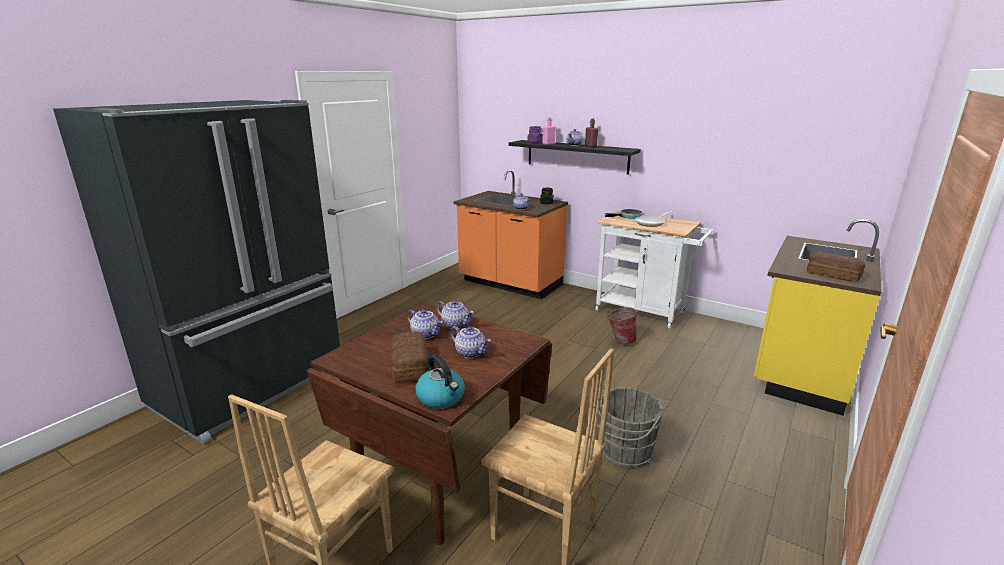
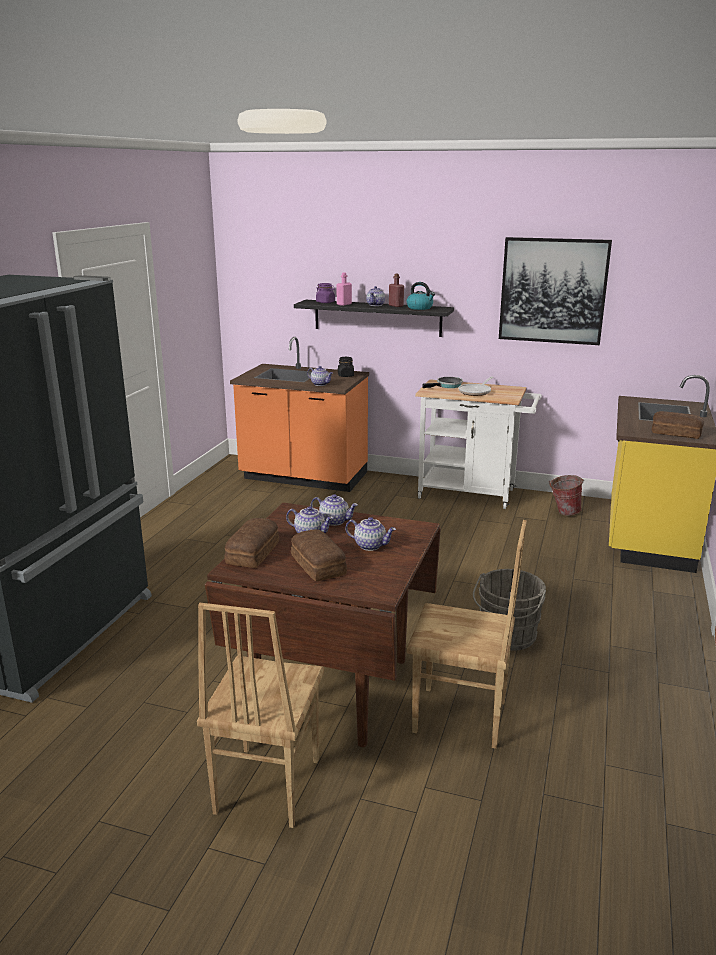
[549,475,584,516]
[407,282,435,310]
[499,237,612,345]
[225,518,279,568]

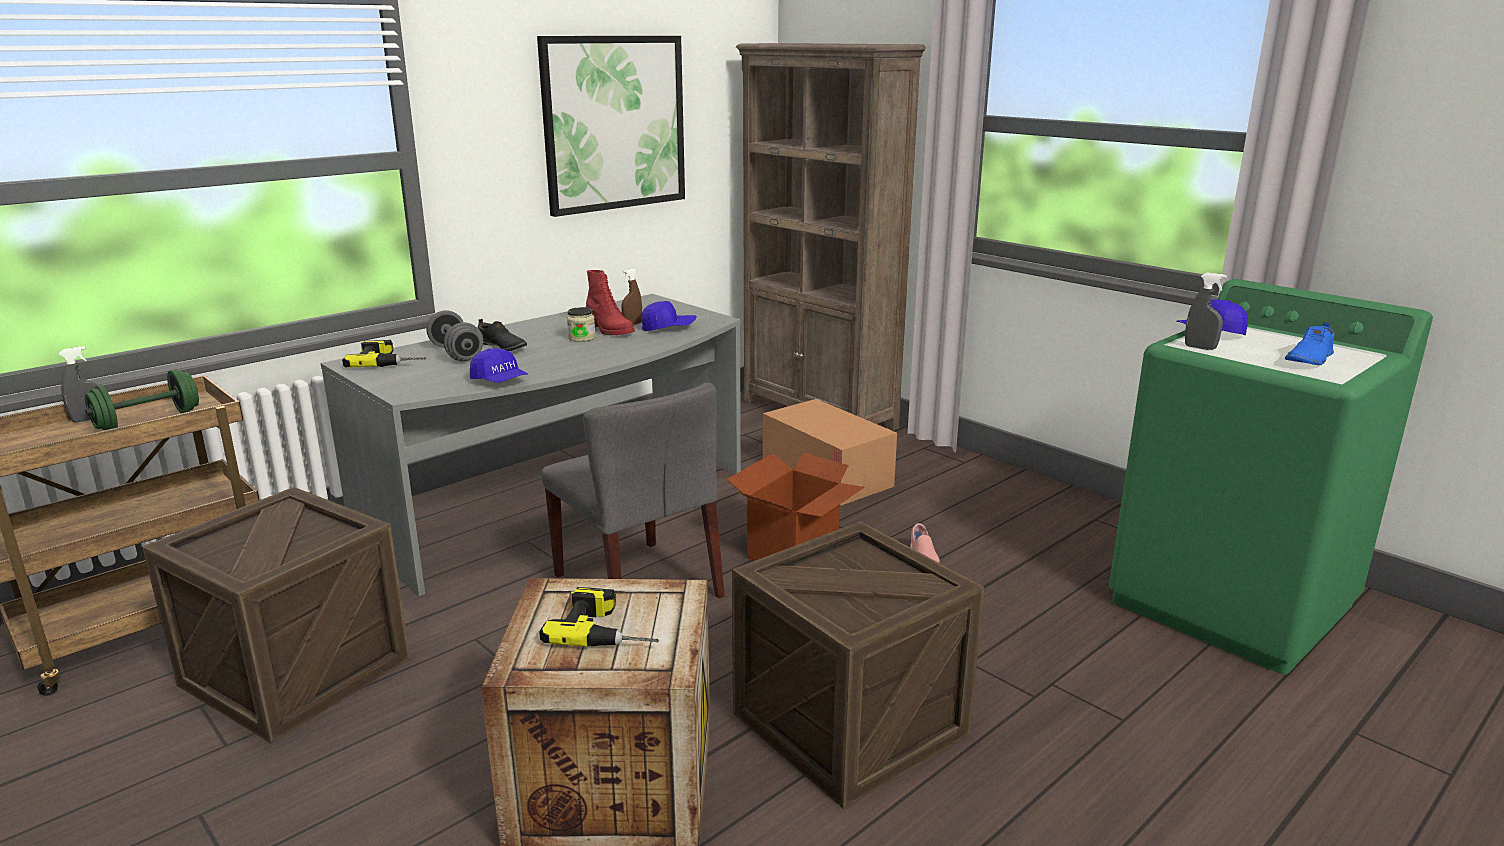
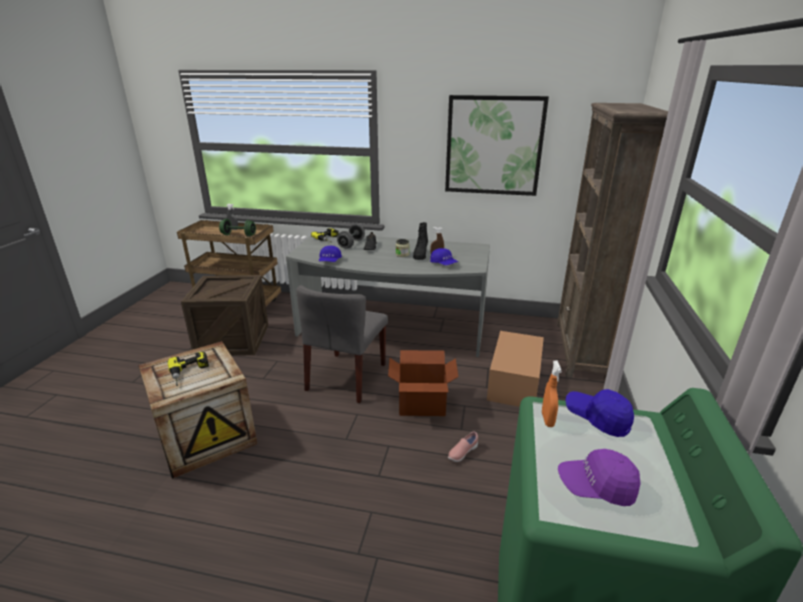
[413,222,428,260]
[542,361,562,427]
[558,449,641,506]
[732,521,984,809] (first image)

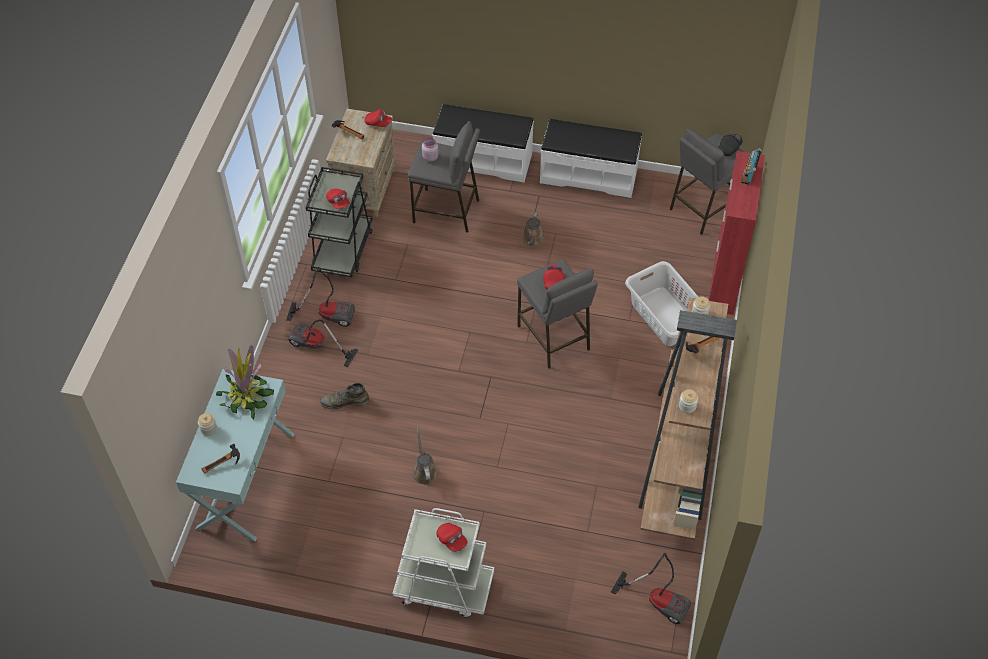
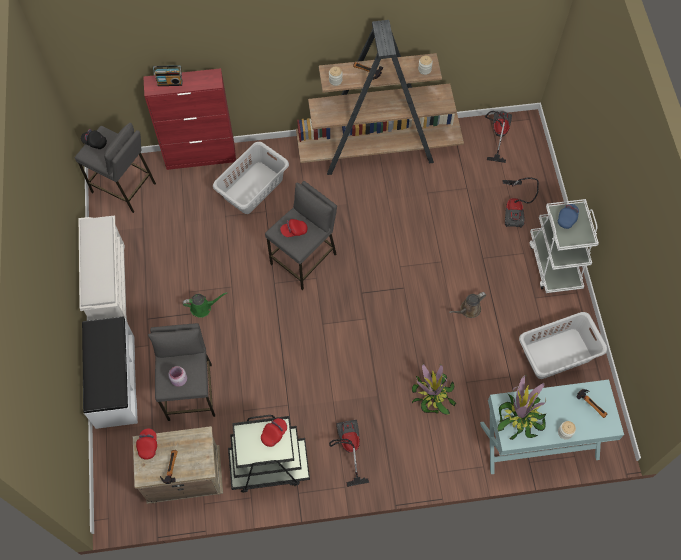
[79,215,128,323]
[183,292,227,318]
[502,177,539,228]
[412,364,456,415]
[558,204,579,229]
[519,312,607,379]

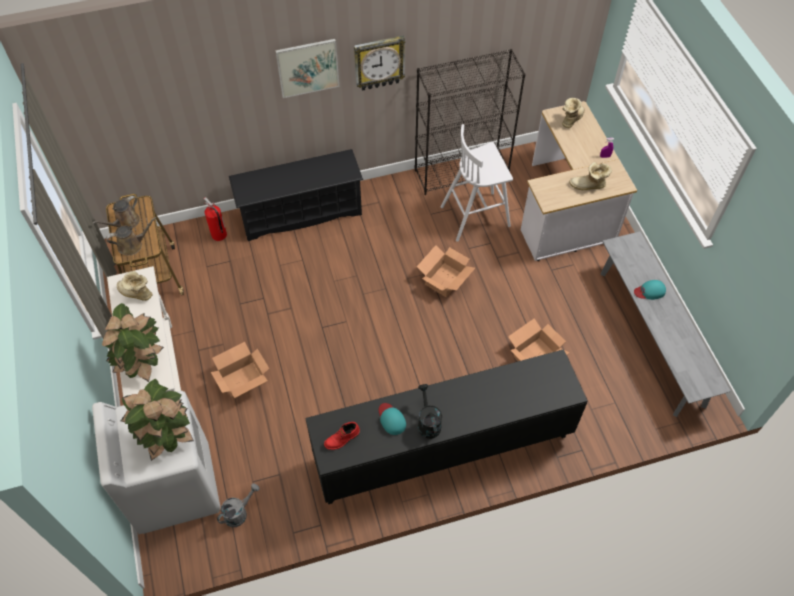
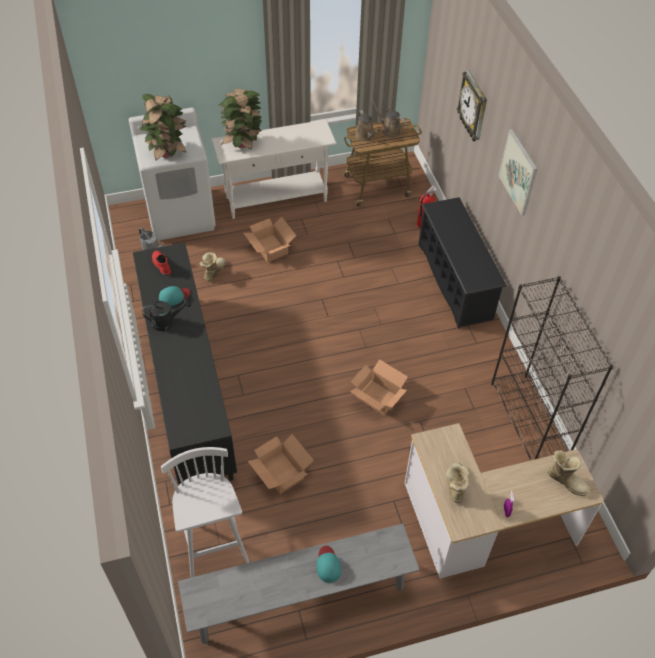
[457,70,487,141]
[161,447,250,578]
[200,252,226,281]

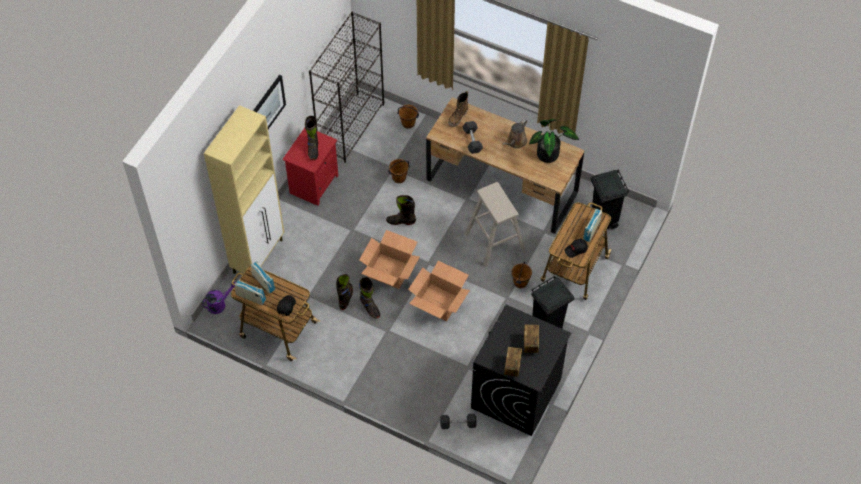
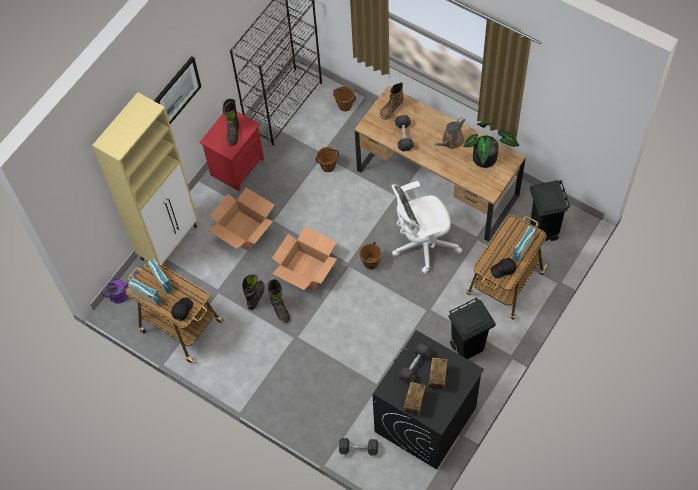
[392,181,462,274]
[386,195,416,225] (first image)
[208,188,274,251]
[360,242,381,269]
[397,343,432,383]

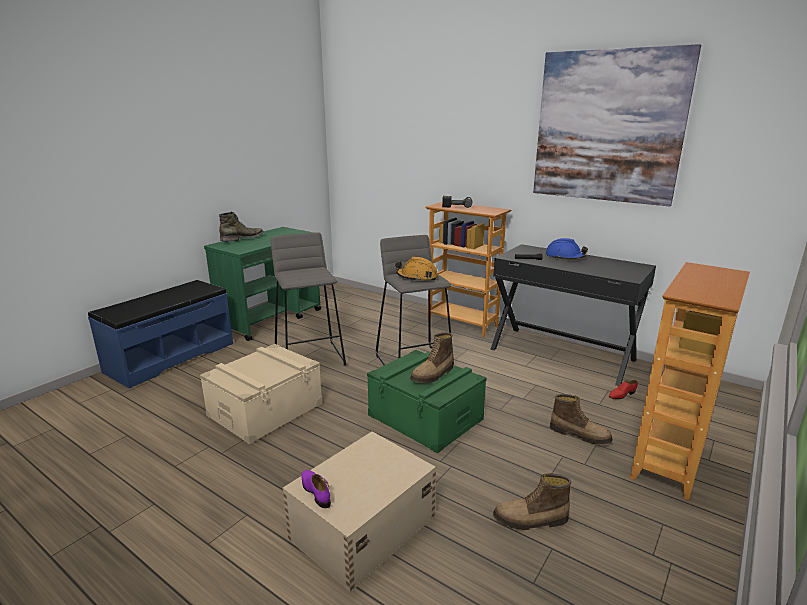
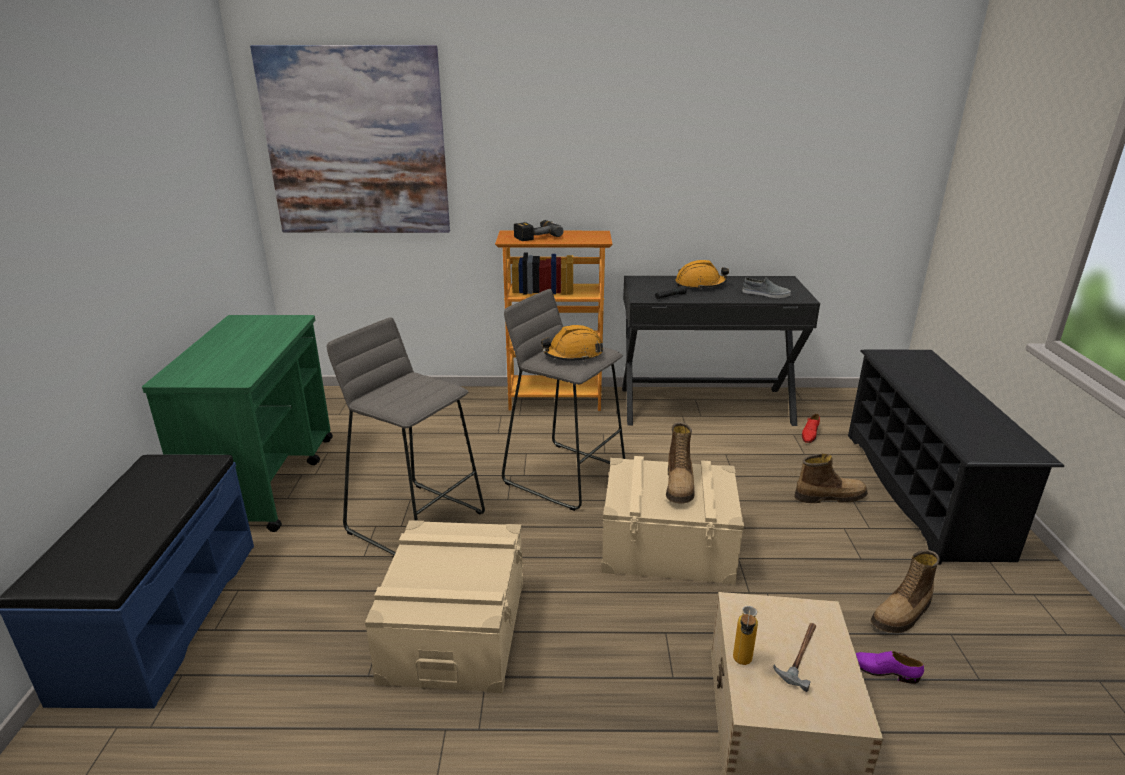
[250,45,450,233]
[219,211,264,241] (first image)
[676,260,729,290]
[848,349,1064,564]
[601,456,744,585]
[856,651,924,684]
[742,277,791,298]
[733,606,758,665]
[773,623,816,692]

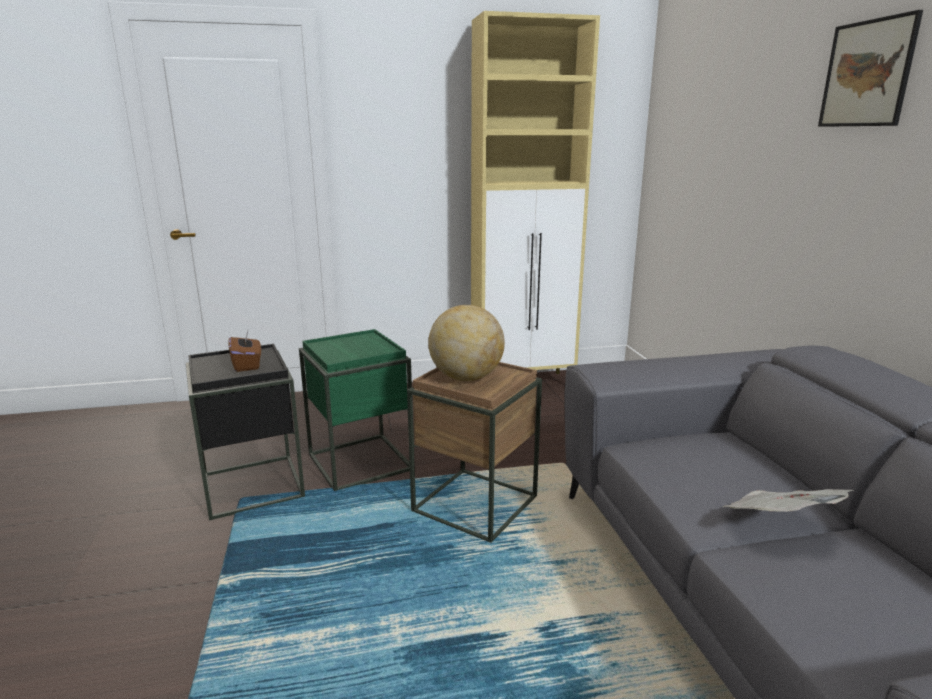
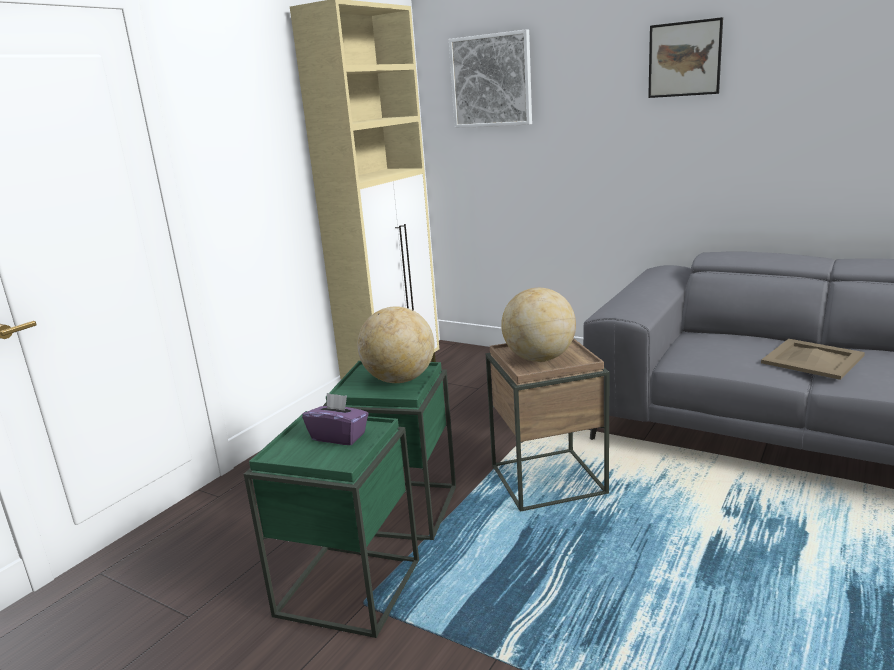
[302,393,369,445]
[244,411,419,638]
[761,339,865,380]
[449,29,532,128]
[357,306,434,383]

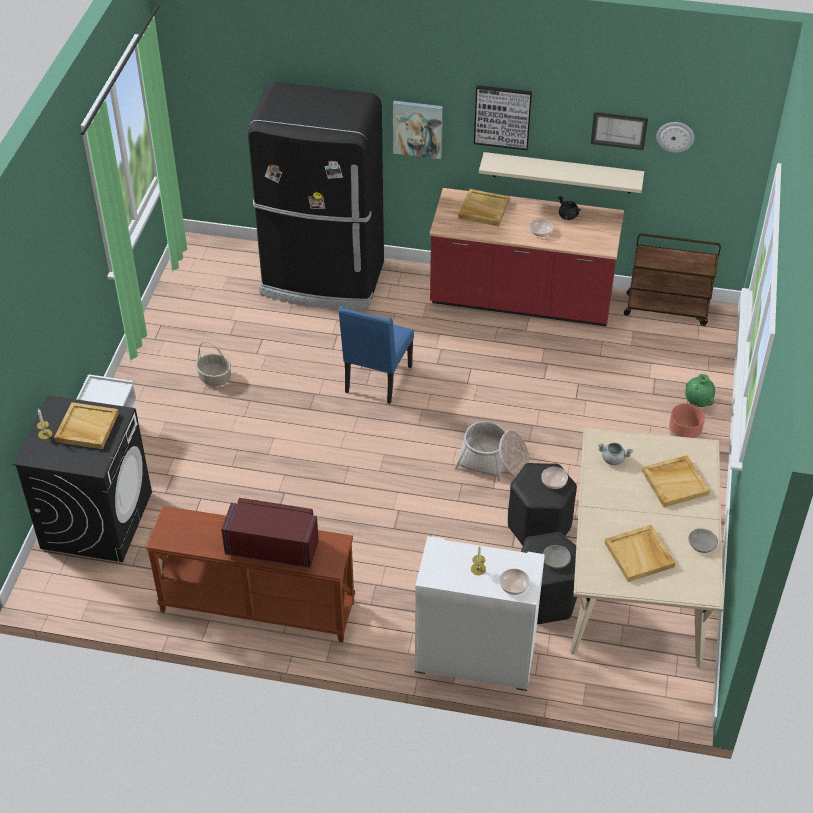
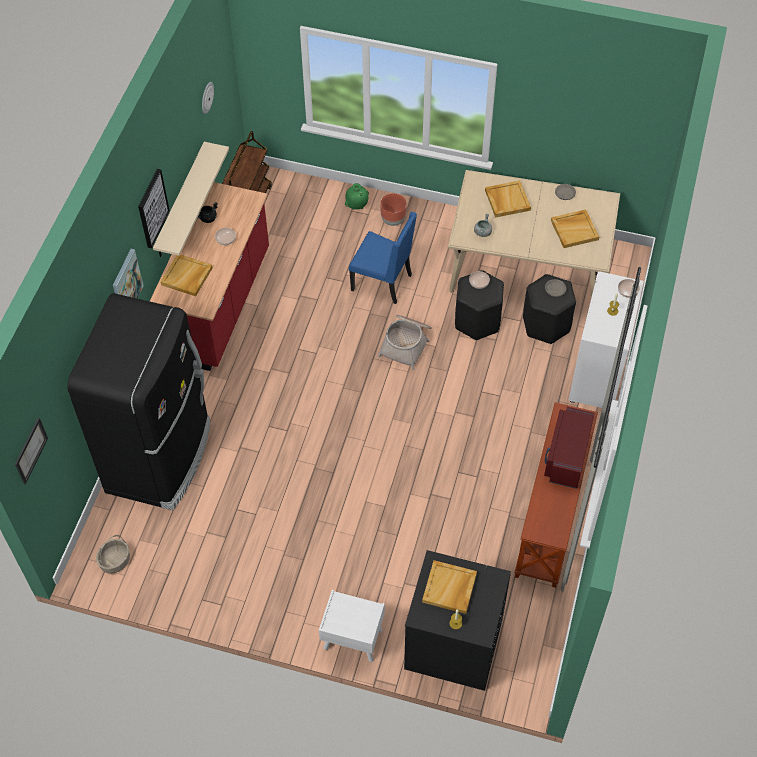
[15,418,48,485]
[349,212,417,304]
[96,535,130,574]

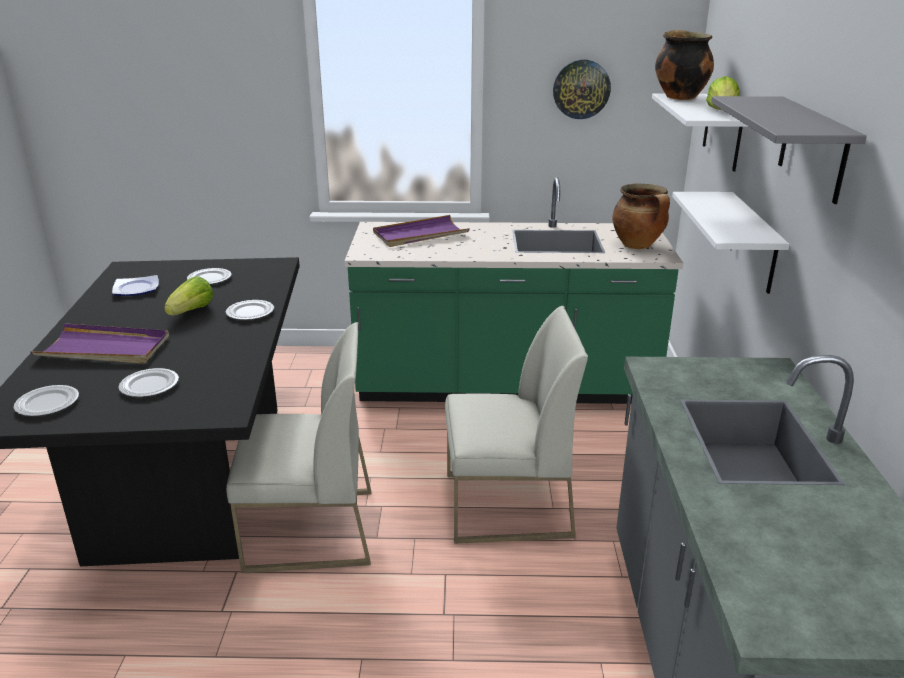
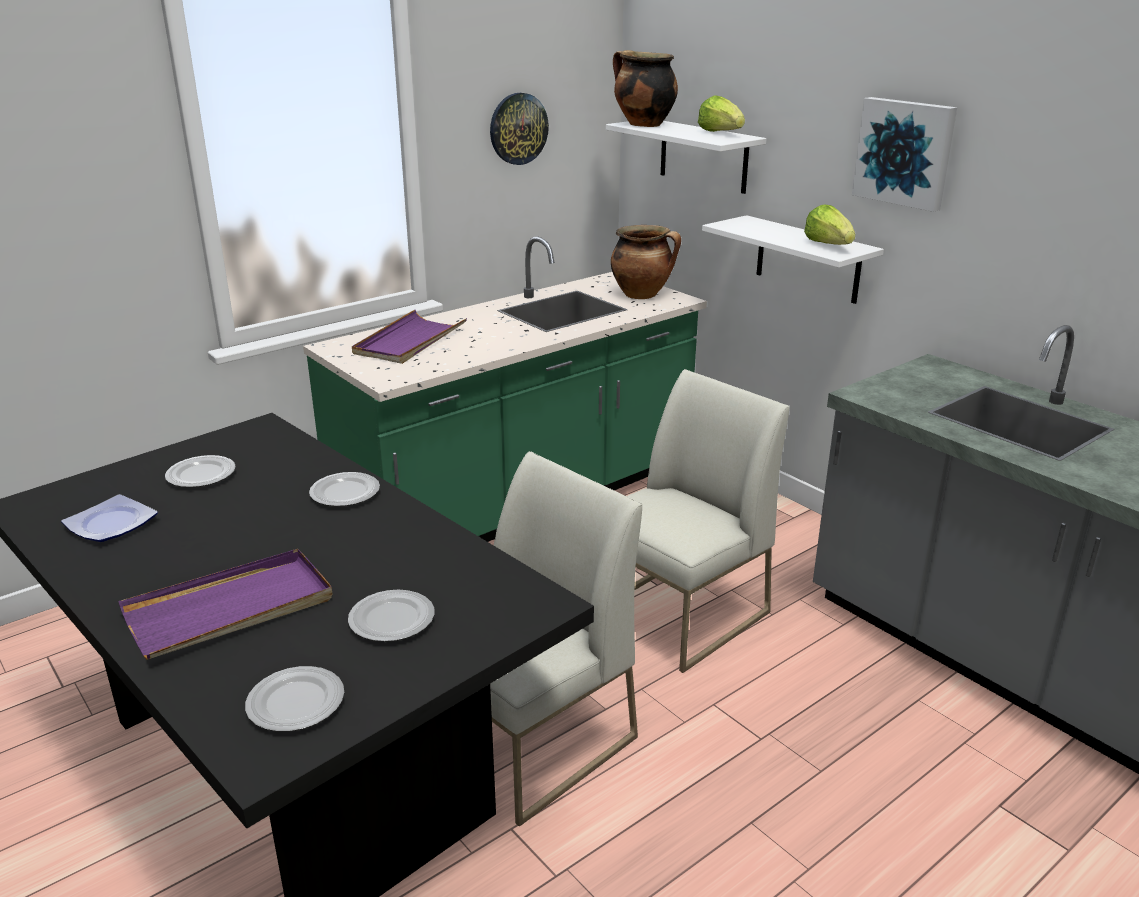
[852,97,957,212]
[804,204,855,245]

